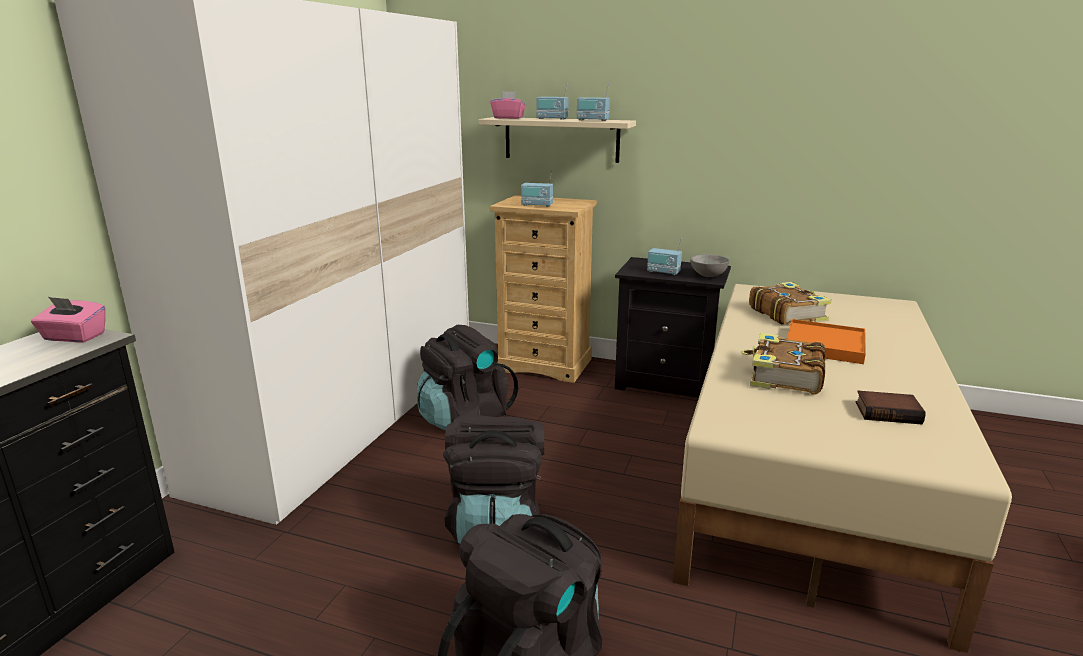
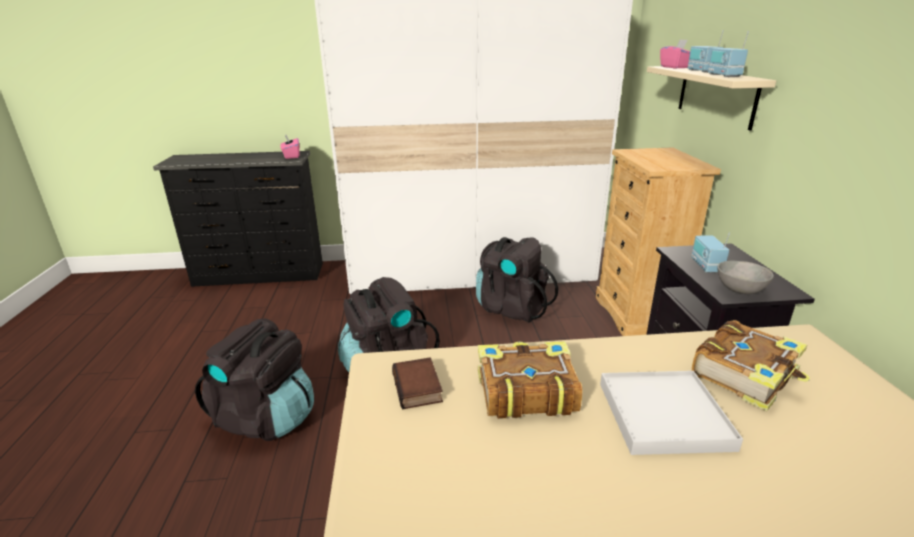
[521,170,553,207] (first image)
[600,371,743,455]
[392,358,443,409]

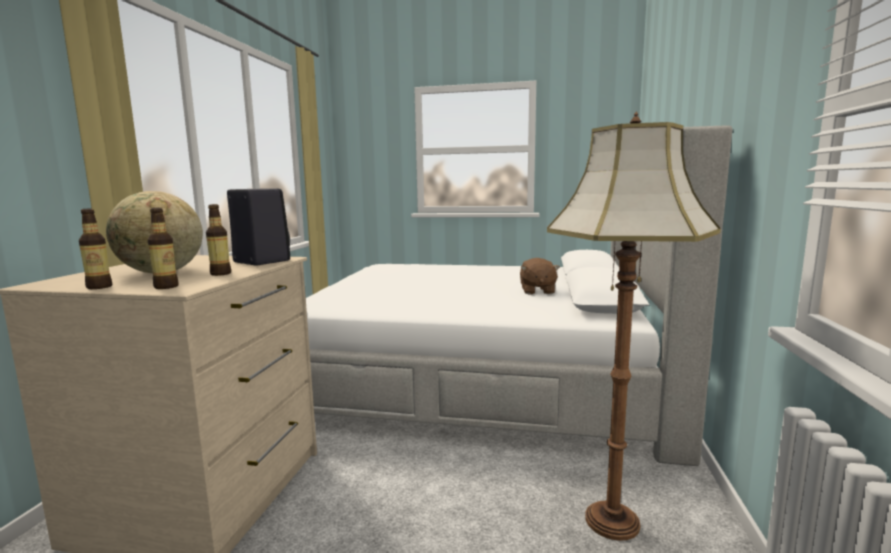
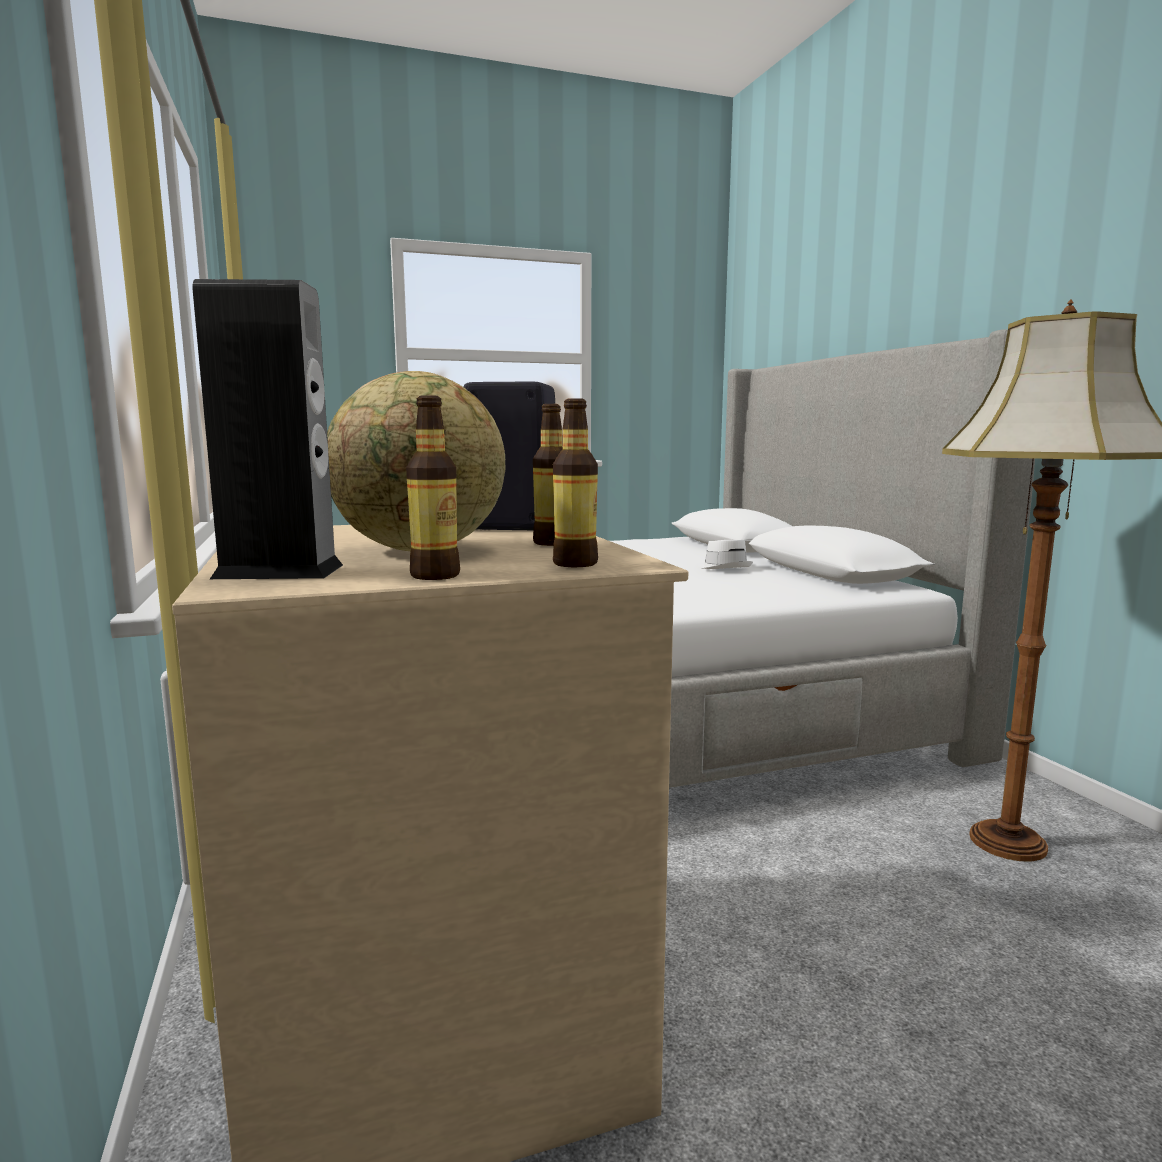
[697,540,753,569]
[192,279,343,579]

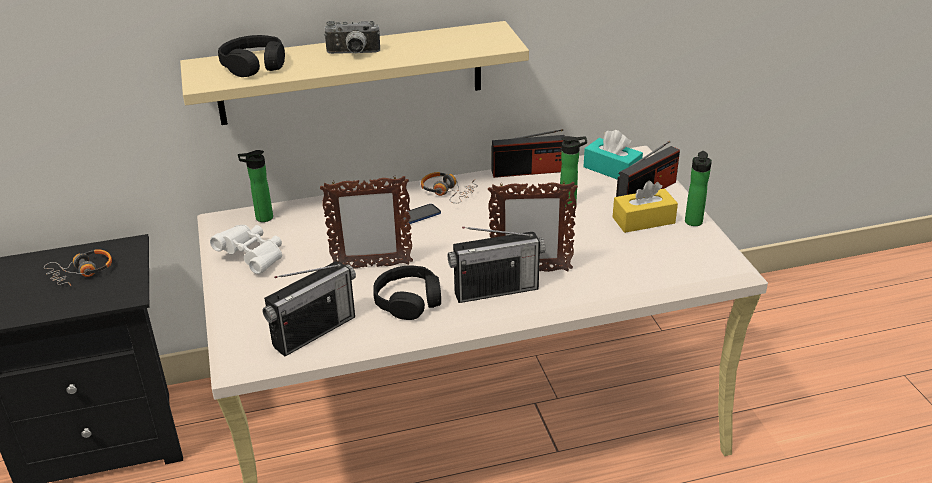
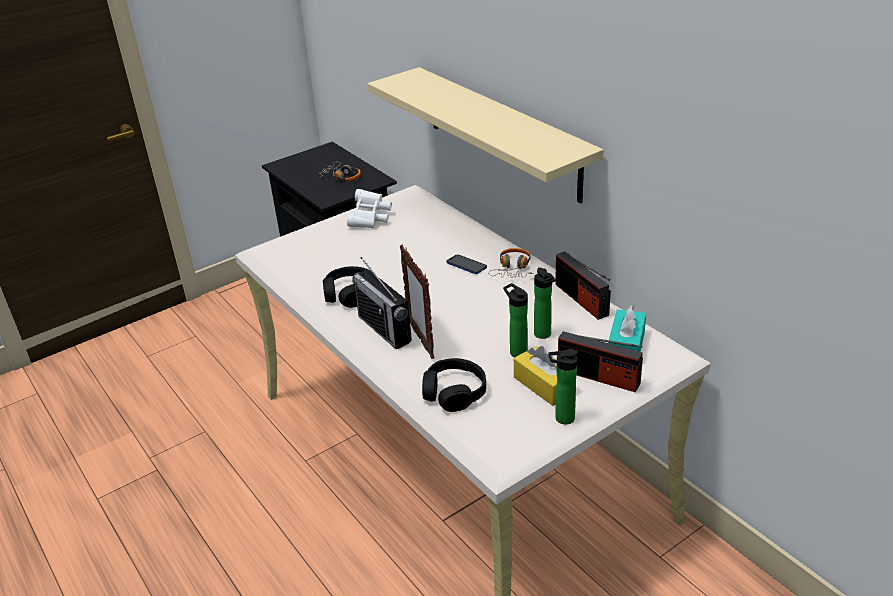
[324,21,380,54] (first image)
[422,358,486,412]
[503,283,528,357]
[320,175,413,269] (first image)
[262,262,356,357] (first image)

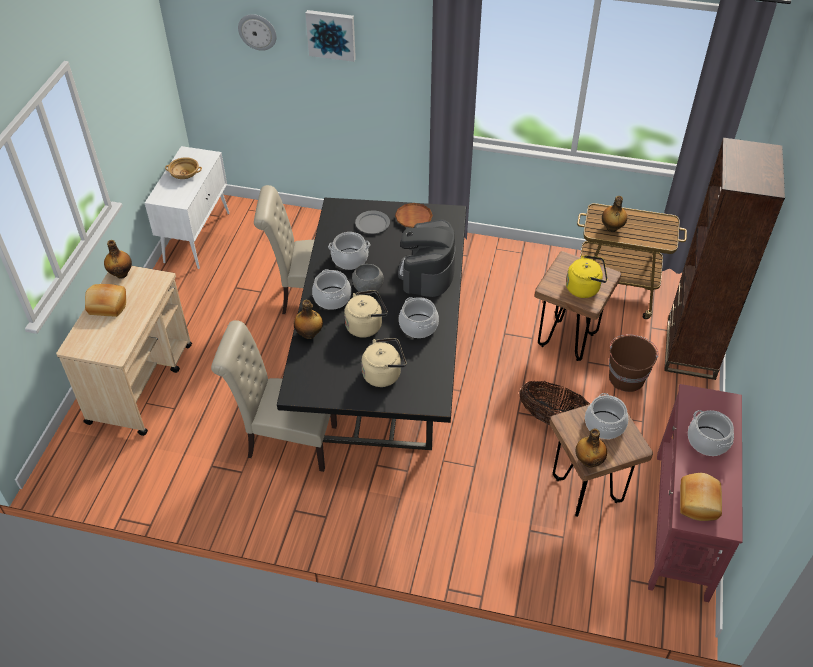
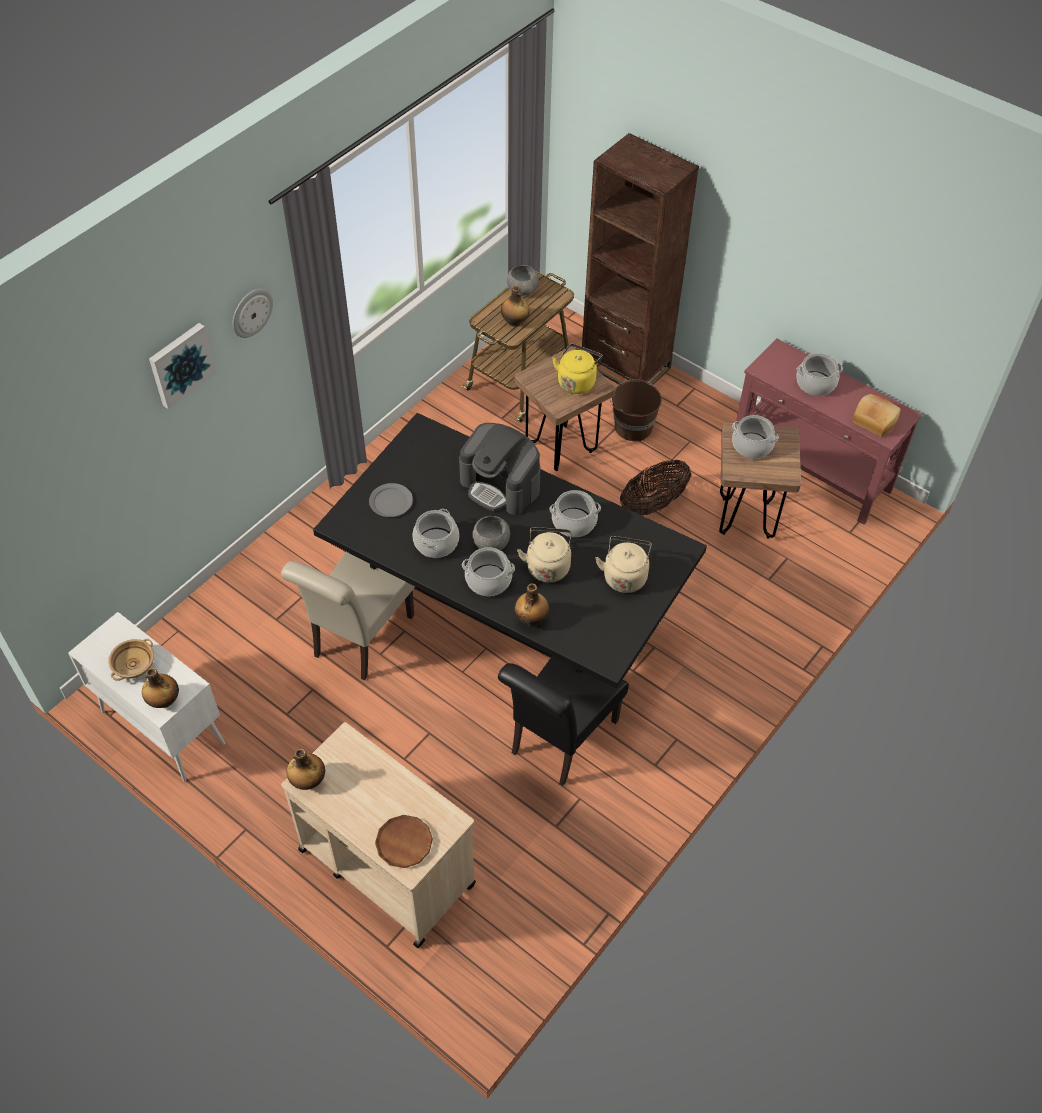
[233,288,273,338]
[375,815,433,868]
[85,284,126,317] (first image)
[498,656,629,786]
[142,668,179,708]
[507,265,538,296]

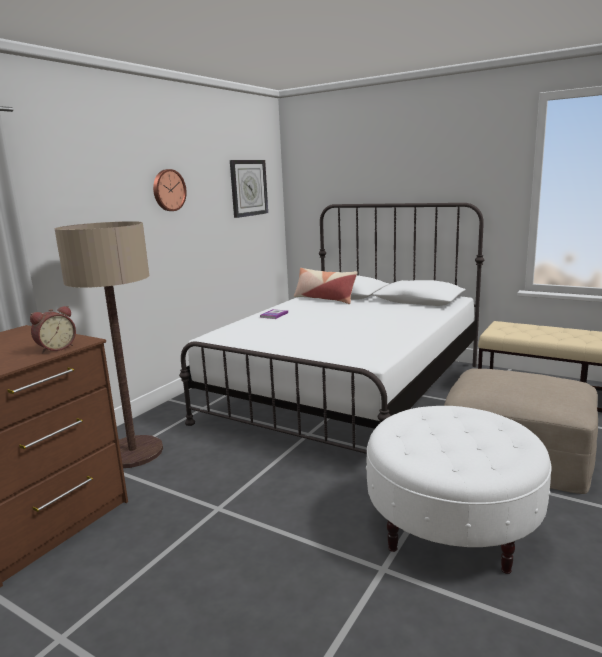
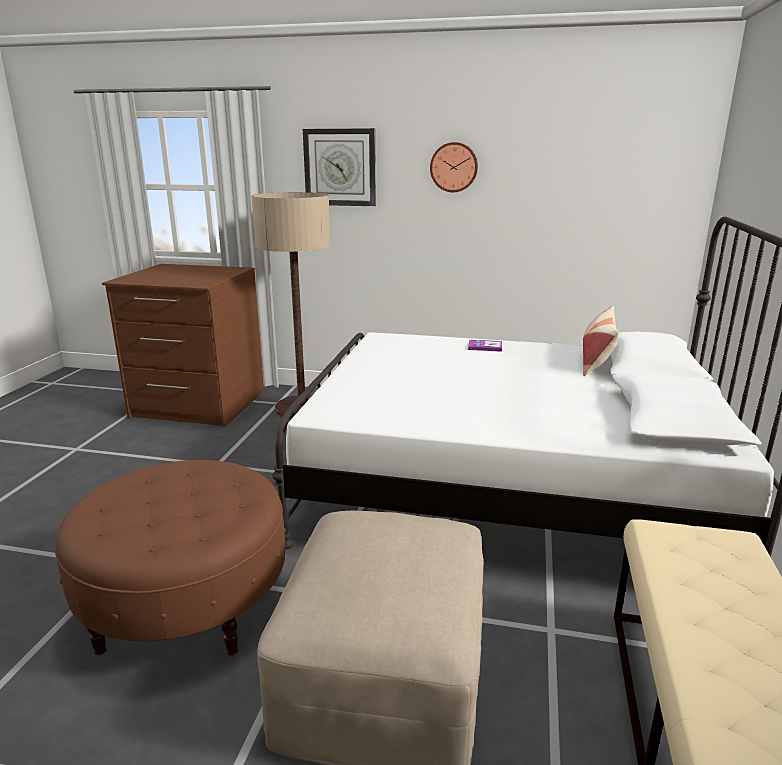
[303,128,376,206]
[30,306,76,353] (first image)
[55,460,286,656]

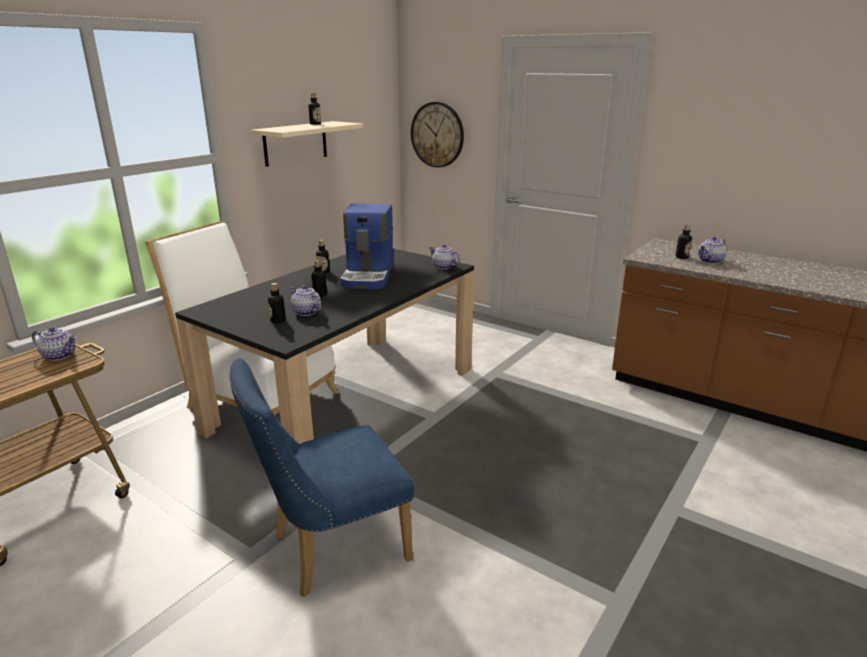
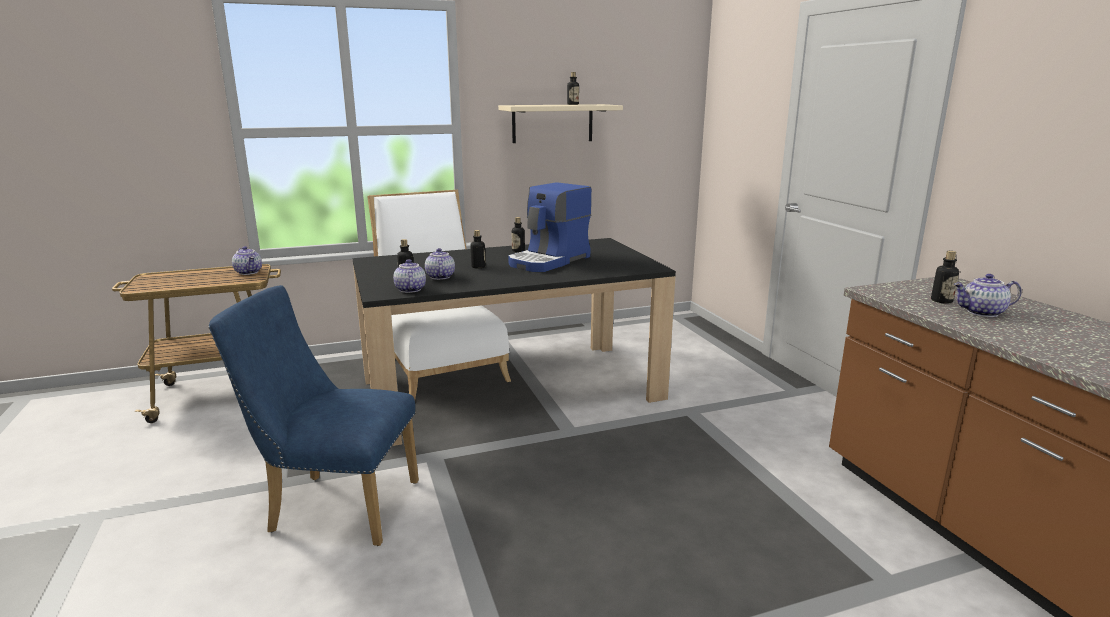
[411,102,464,168] (first image)
[393,259,426,293]

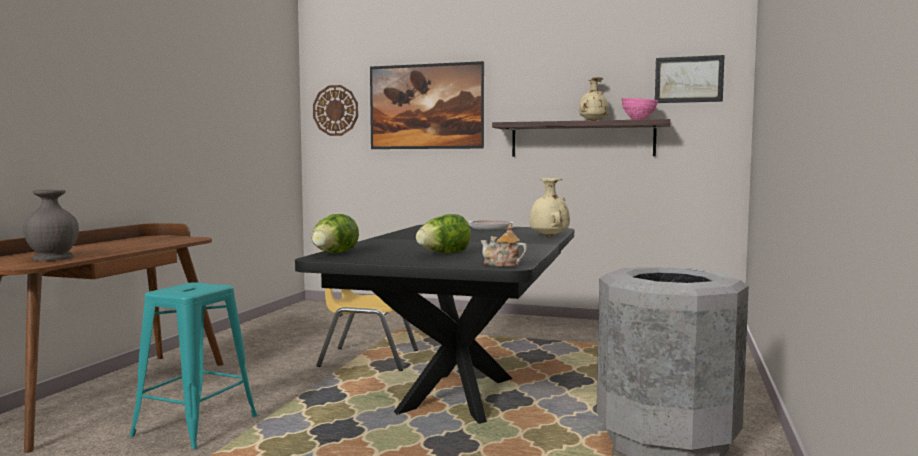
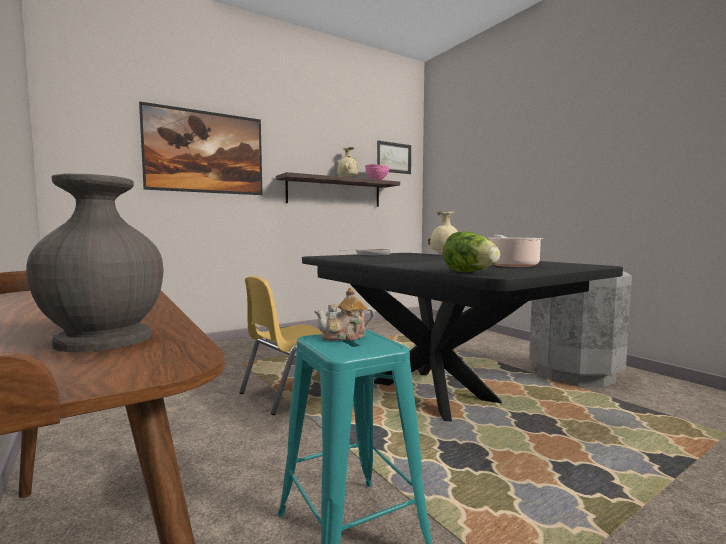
[313,85,358,136] (first image)
[488,235,543,267]
[314,288,375,341]

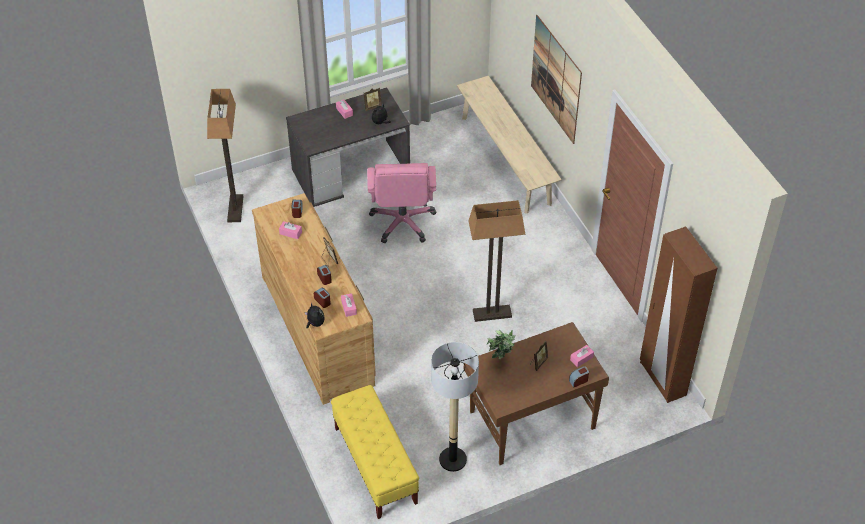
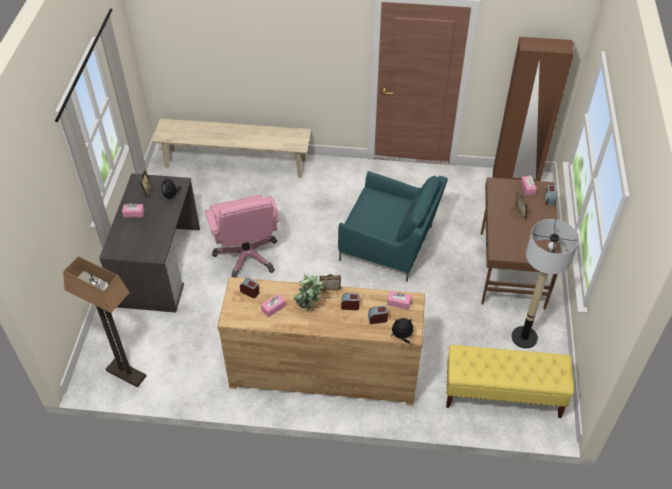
[531,15,582,144] (first image)
[205,195,280,278]
[338,171,448,282]
[293,273,324,311]

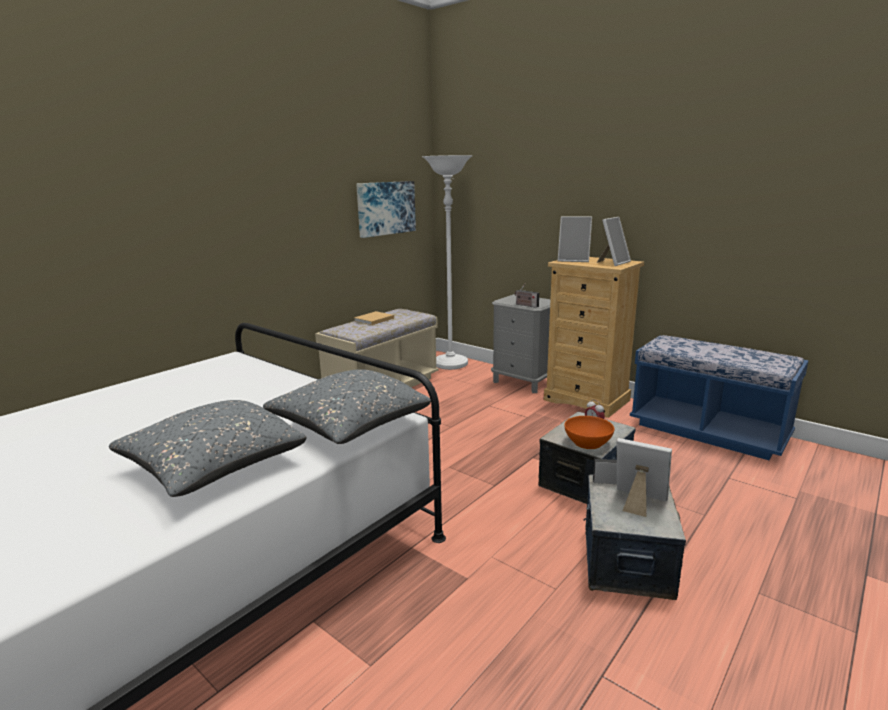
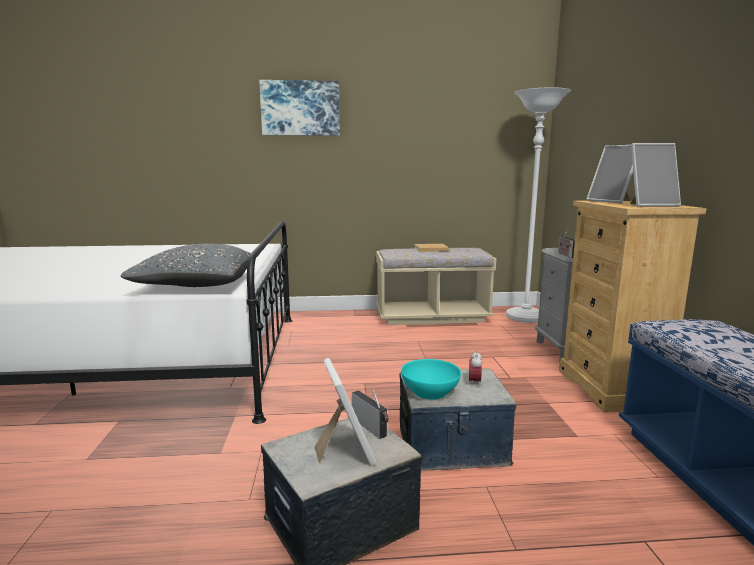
[259,80,340,136]
[109,400,307,497] (first image)
[401,359,461,400]

